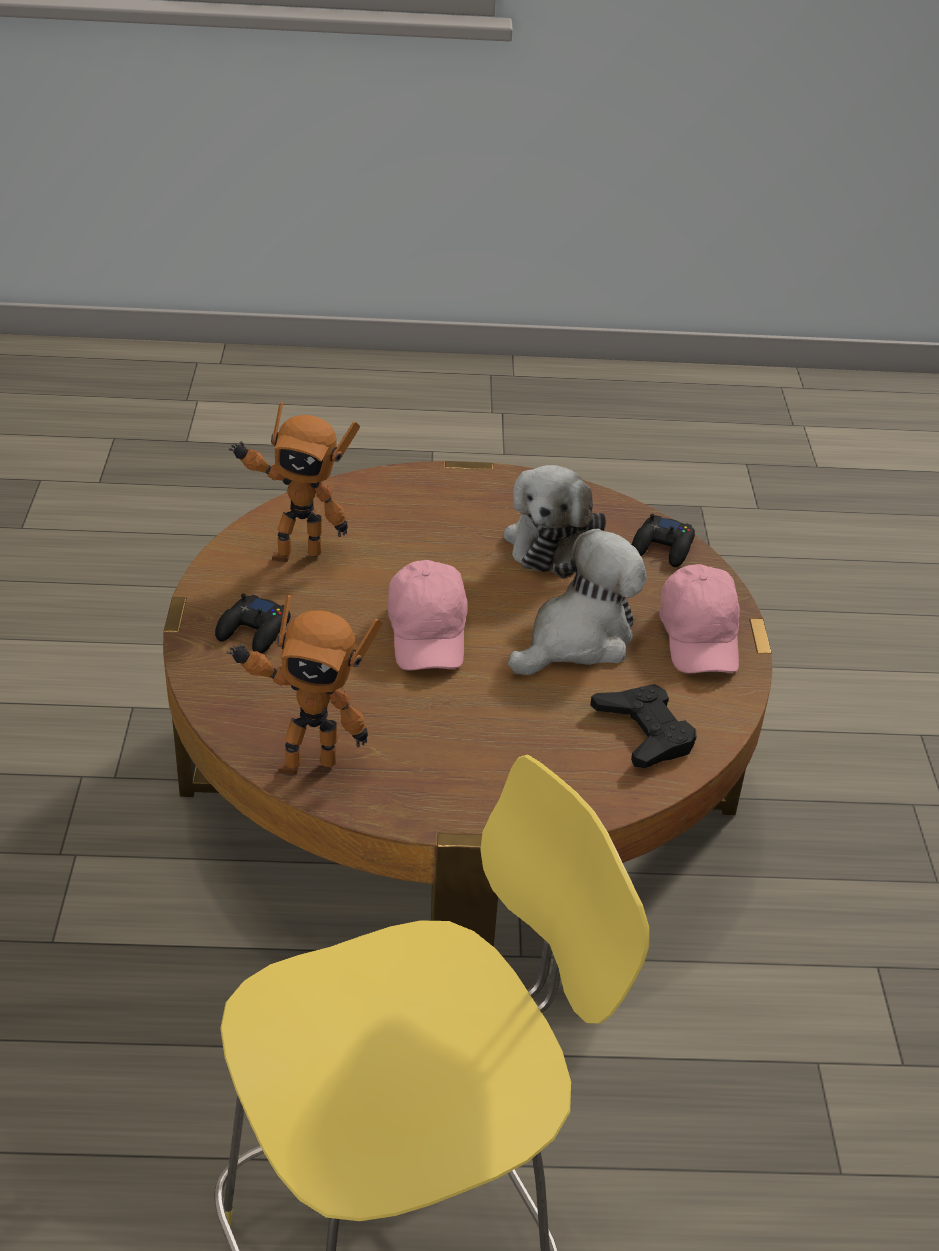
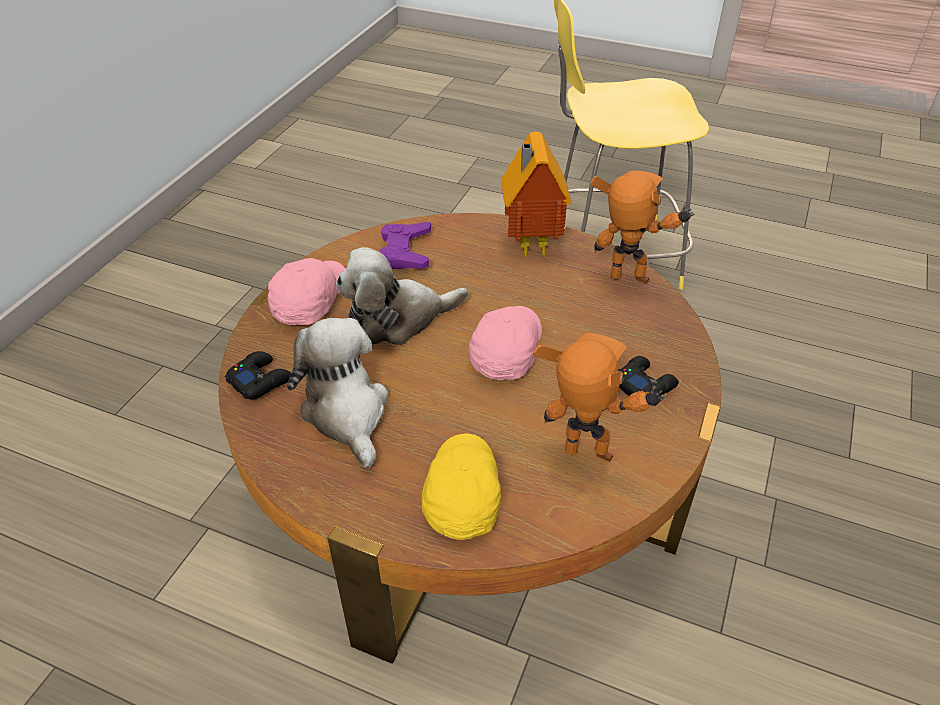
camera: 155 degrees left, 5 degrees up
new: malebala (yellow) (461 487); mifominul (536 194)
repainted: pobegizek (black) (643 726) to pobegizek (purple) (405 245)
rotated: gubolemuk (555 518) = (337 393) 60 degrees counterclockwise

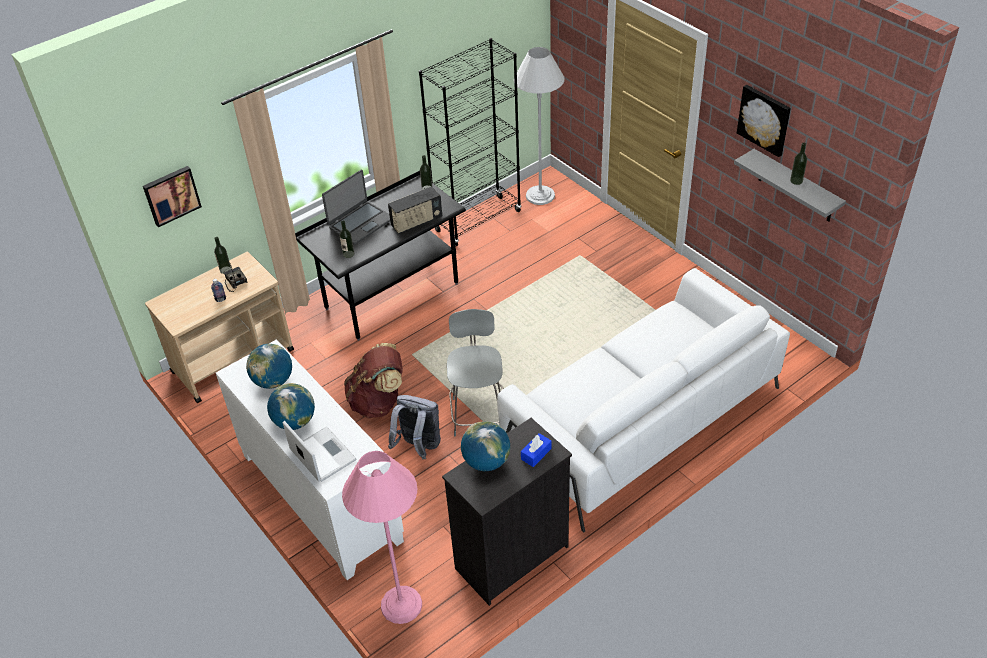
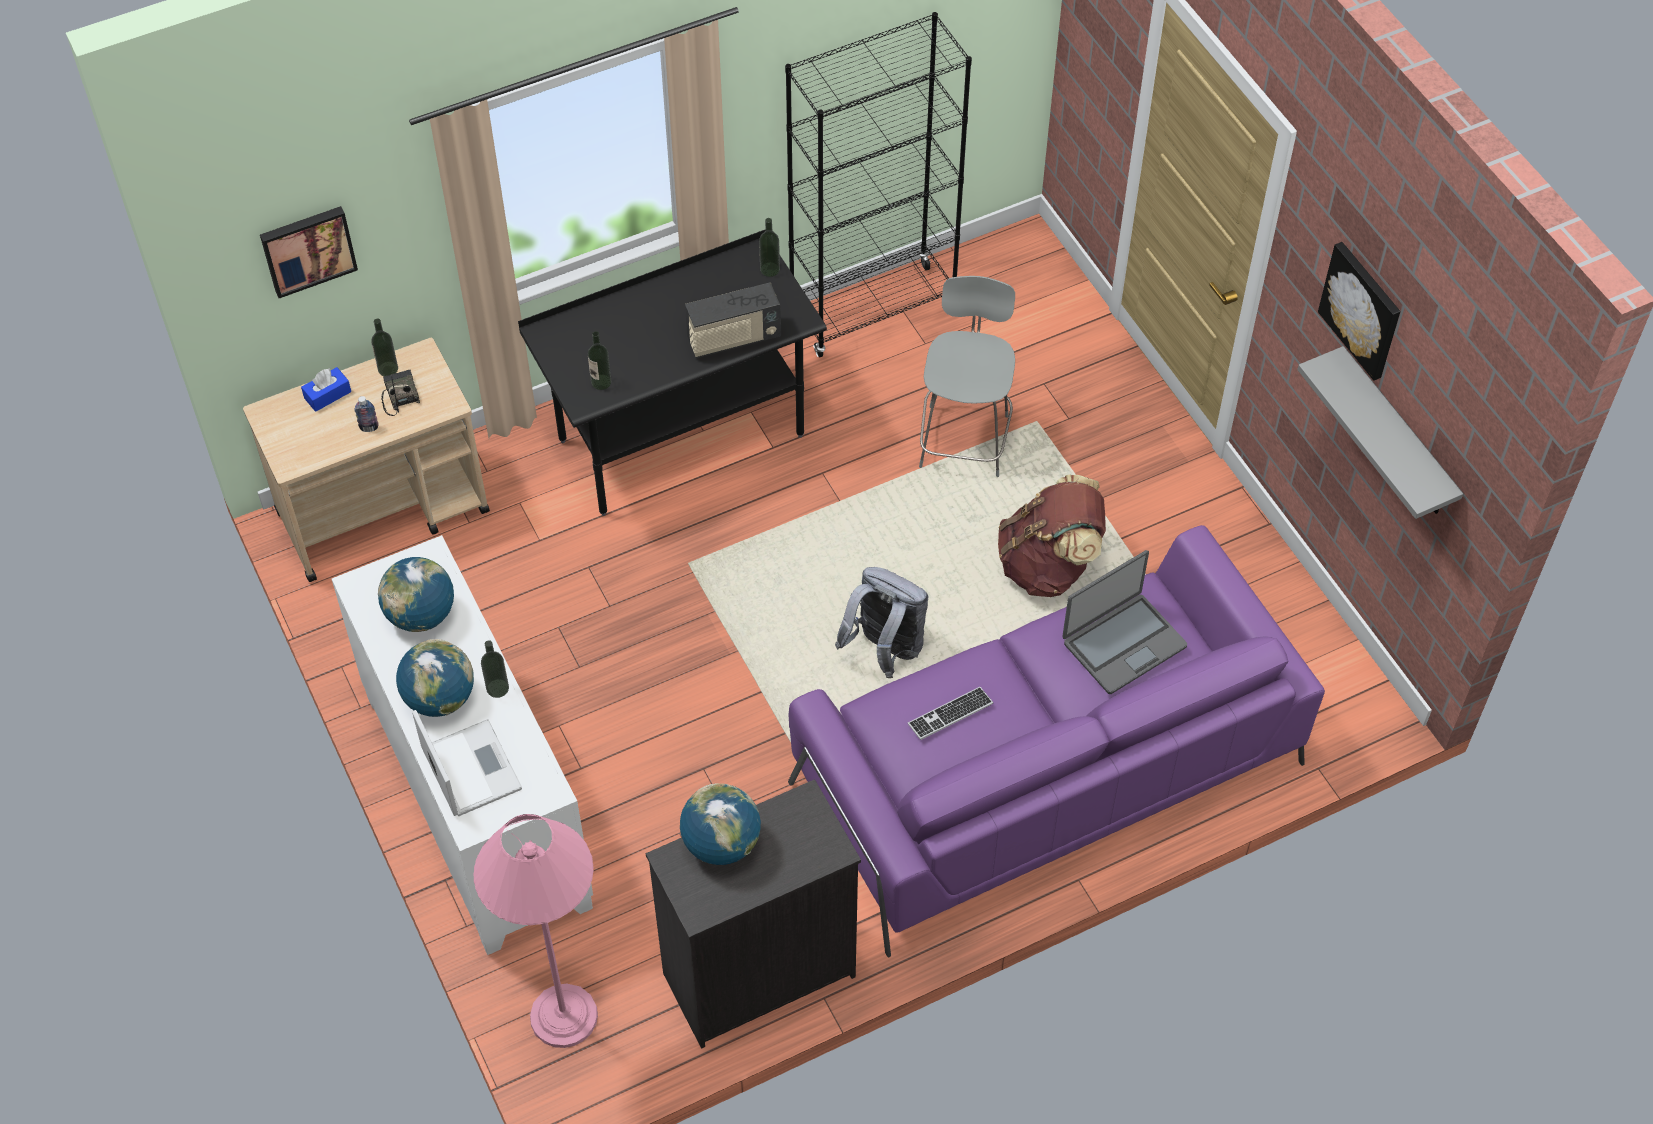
camera: 10 degrees right, 10 degrees up
gone: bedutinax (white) (541 126)
new: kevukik (950 713)
shifted: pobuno (356 207) to (1124 622); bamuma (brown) (373 380) to (1052 535); bamuma (grey) (414 427) to (881 622); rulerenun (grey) (475 372) to (967 376); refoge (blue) (536 450) to (326 389); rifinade (798 163) to (495 669)
repainted: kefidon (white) (643 400) to kefidon (purple) (1056 741)

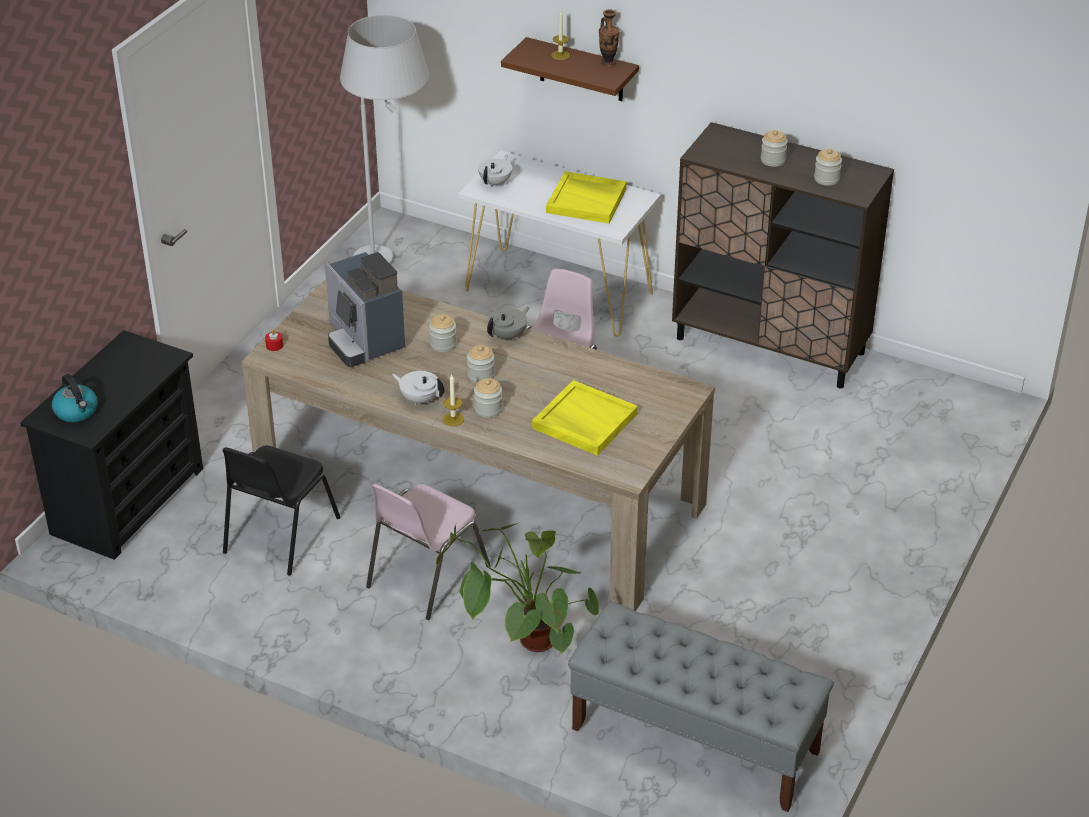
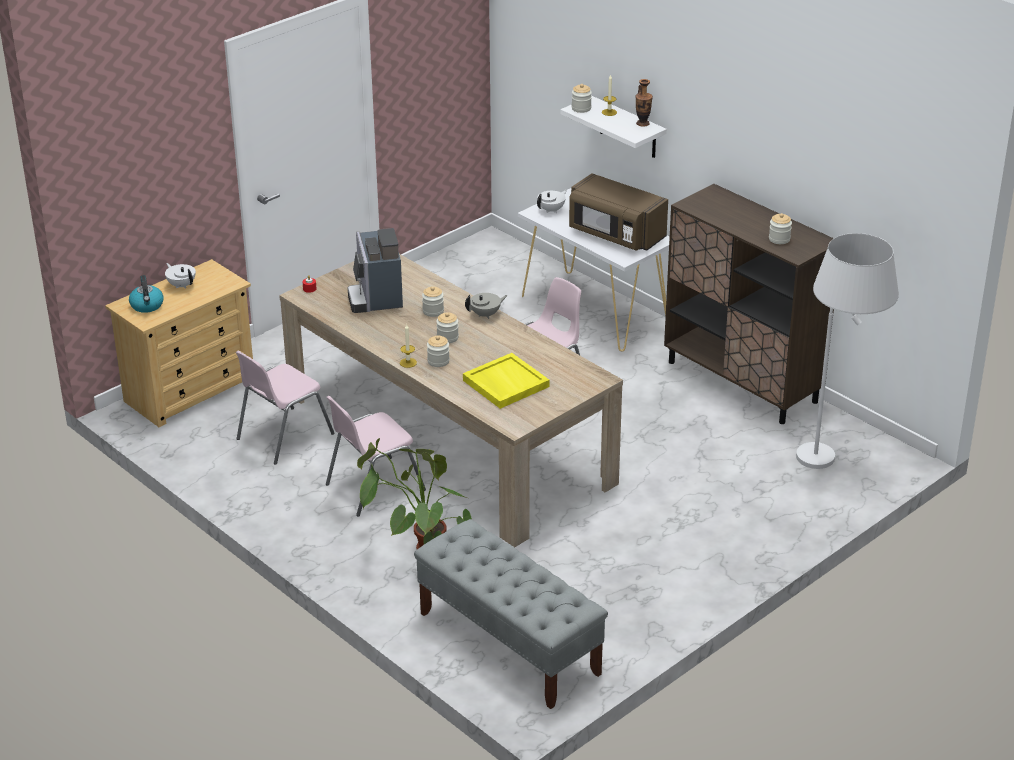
camera: 20 degrees right, 5 degrees down
shifted: bedutinax (white) (384 140) to (847 351); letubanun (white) (418 388) to (180 276); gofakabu (774 148) to (582 98)
swapped: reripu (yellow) (586 197) to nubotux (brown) (618 212)
repainted: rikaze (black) (111 445) to rikaze (beige) (179 343); rulerenun (black) (281 511) to rulerenun (pink) (285 408); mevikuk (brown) (570 69) to mevikuk (white) (613 127)

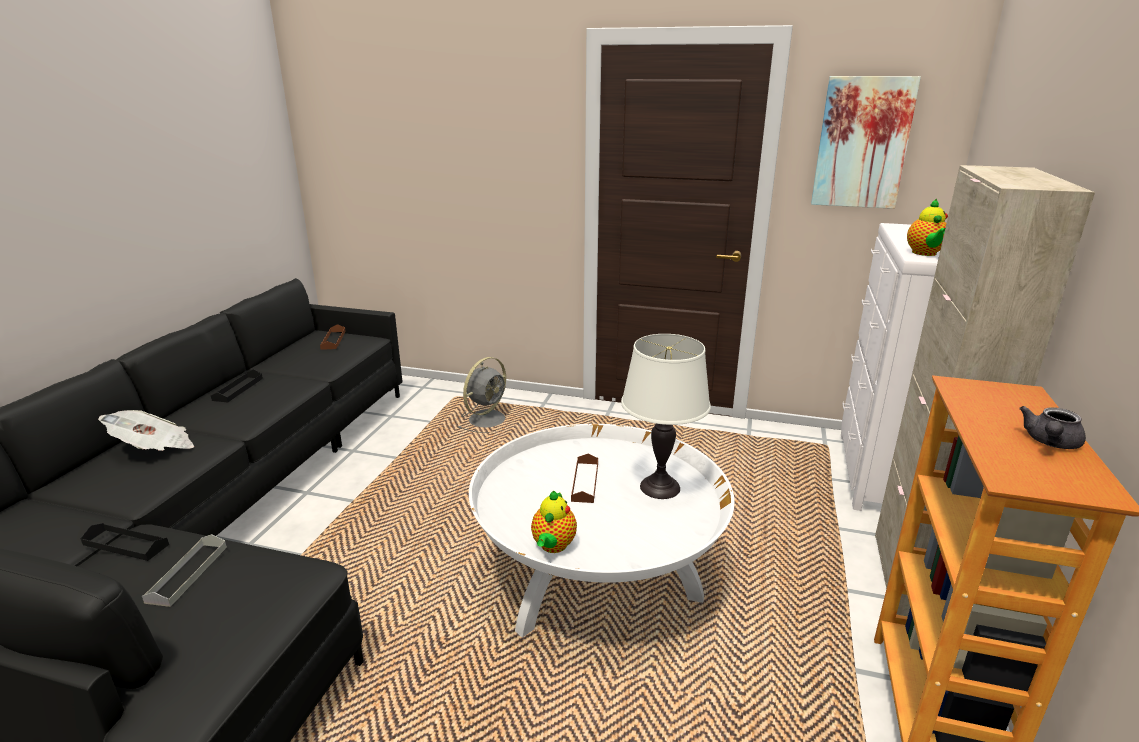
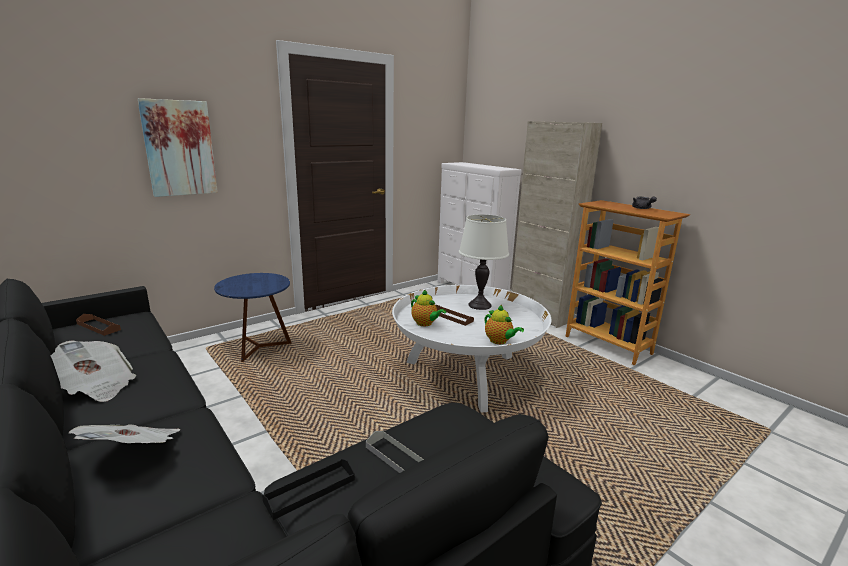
camera: 55 degrees left, 5 degrees down
shifted: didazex (866 142) to (178 147); letubanun (927 227) to (428 307)
swapped: reripu (black) (237 386) to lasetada (93 371); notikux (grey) (482 395) to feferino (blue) (253 317)

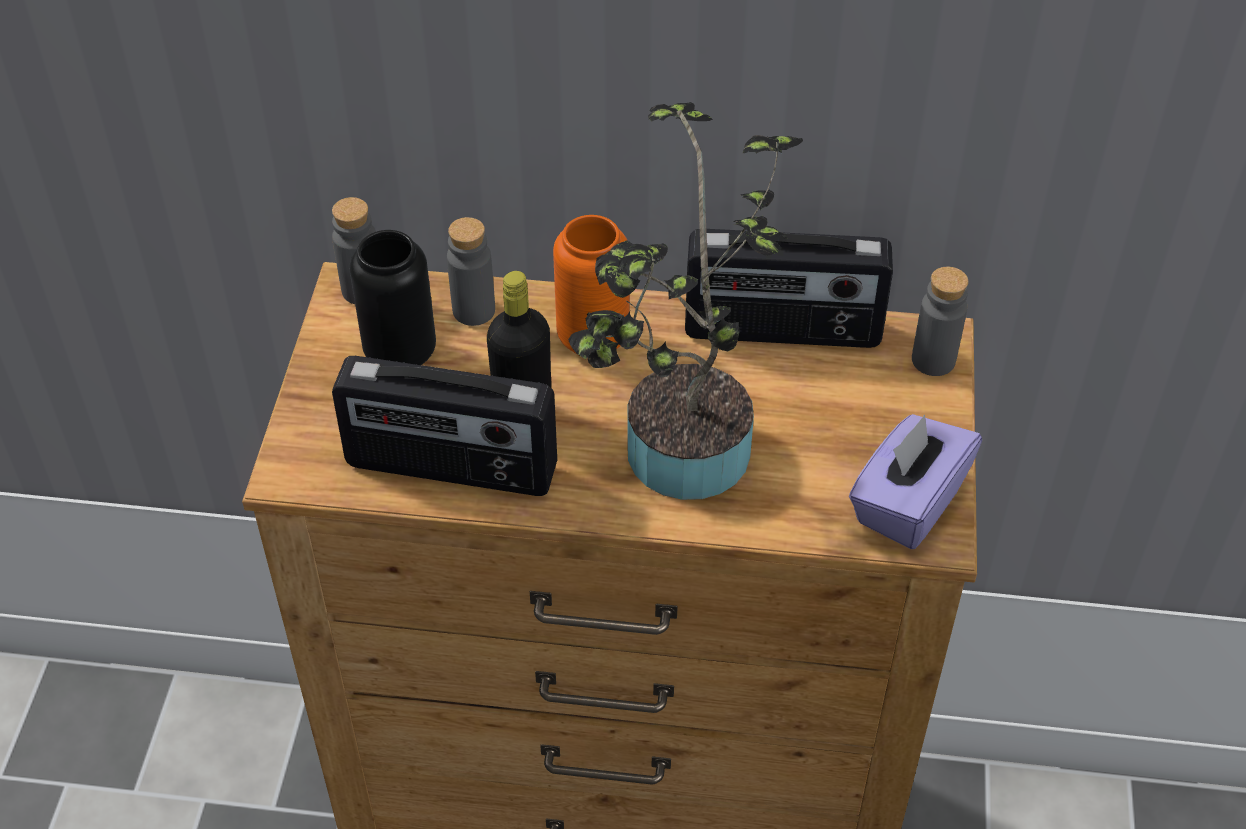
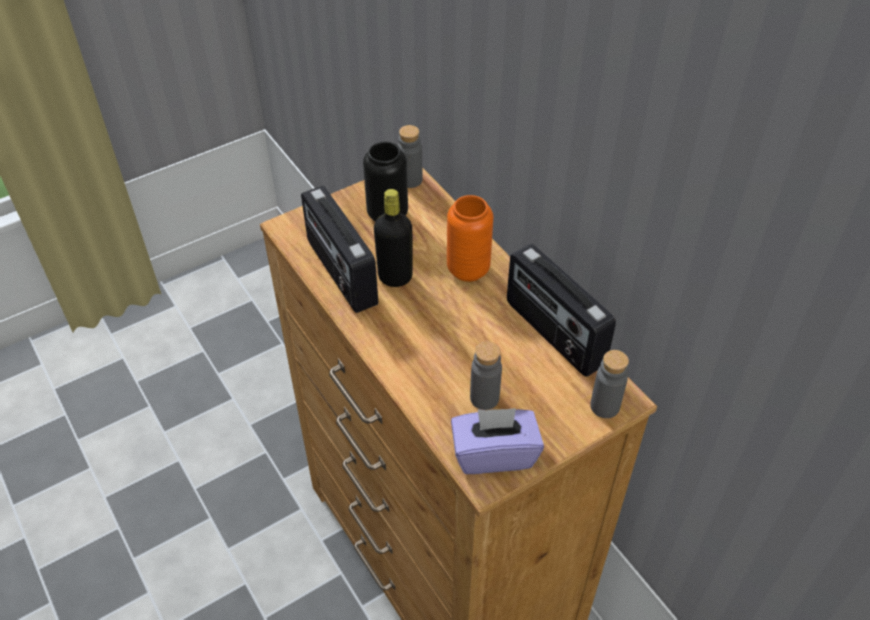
camera: 50 degrees right, 0 degrees up
gone: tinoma (685 301)
shifted: rifinade (grey) (471 271) to (486 376)

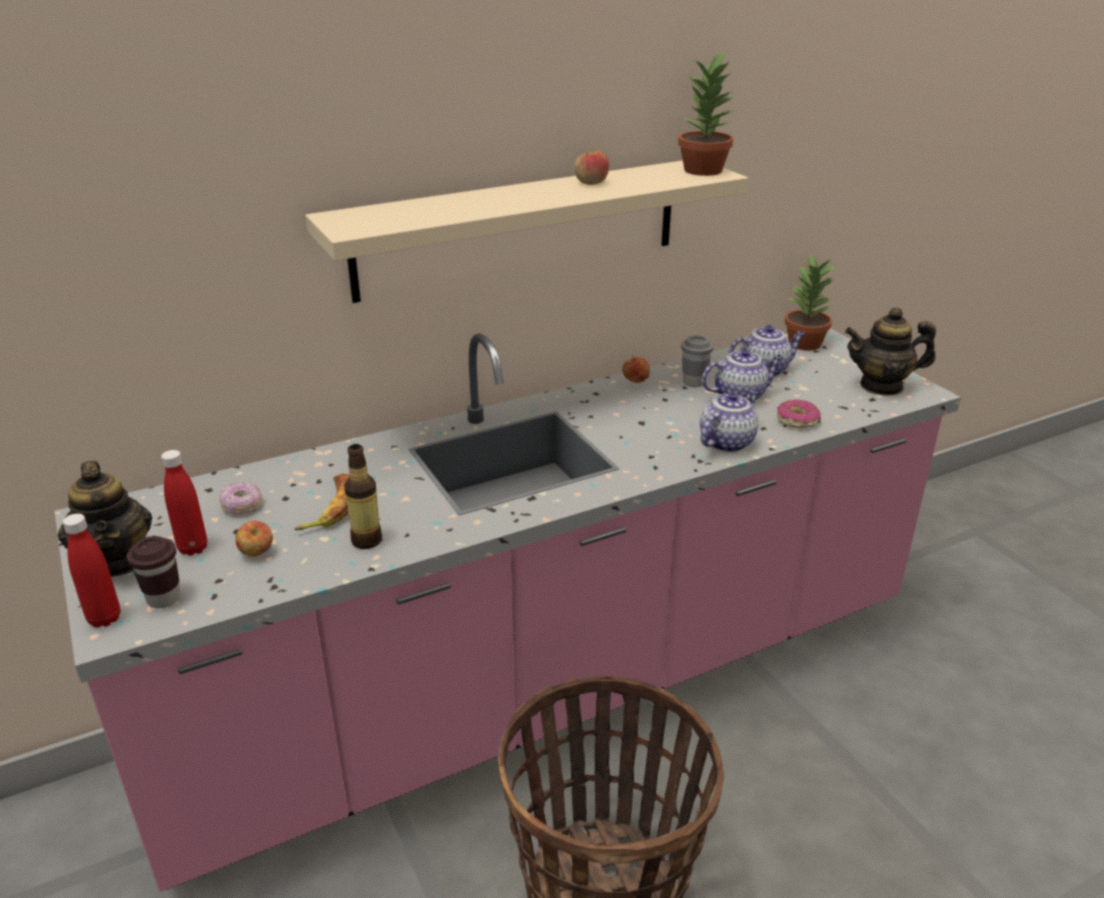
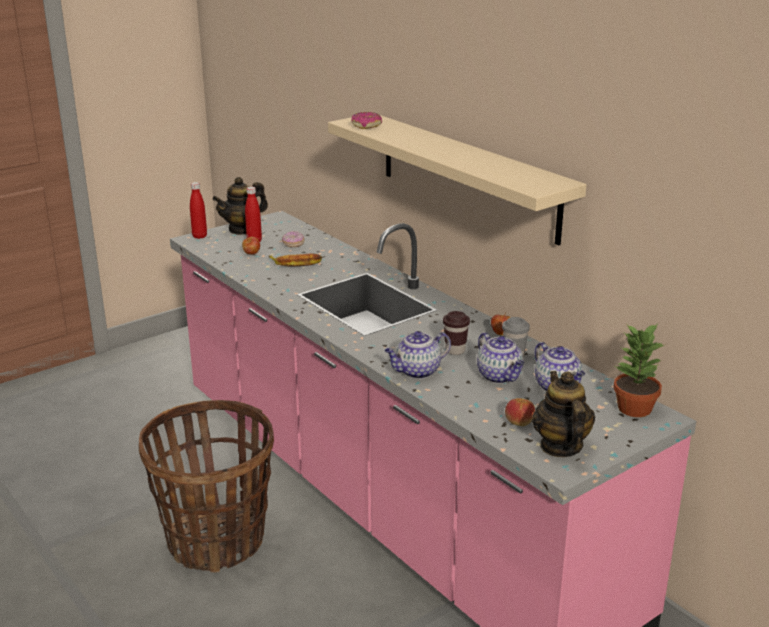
camera: 80 degrees right, 5 degrees down
gone: rifinade (363 496); tinoma (707 113)
shifted: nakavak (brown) (153 572) to (456 333); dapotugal (591 168) to (520 412); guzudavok (799 414) to (366 120)
rotated: letubanun (729 421) = (418 355) 120 degrees clockwise

